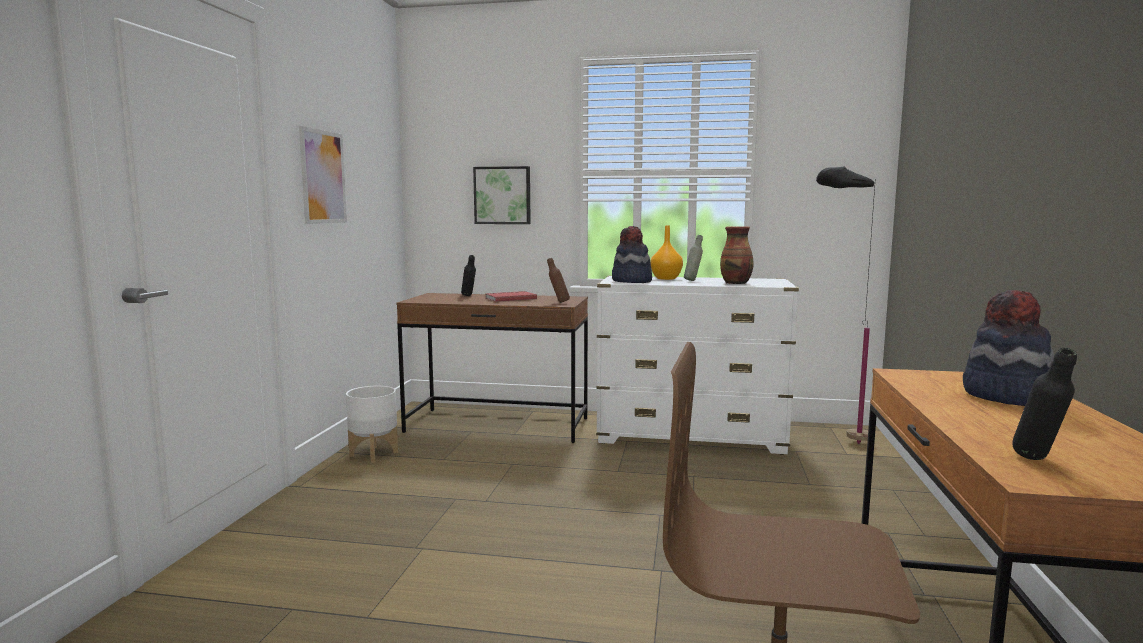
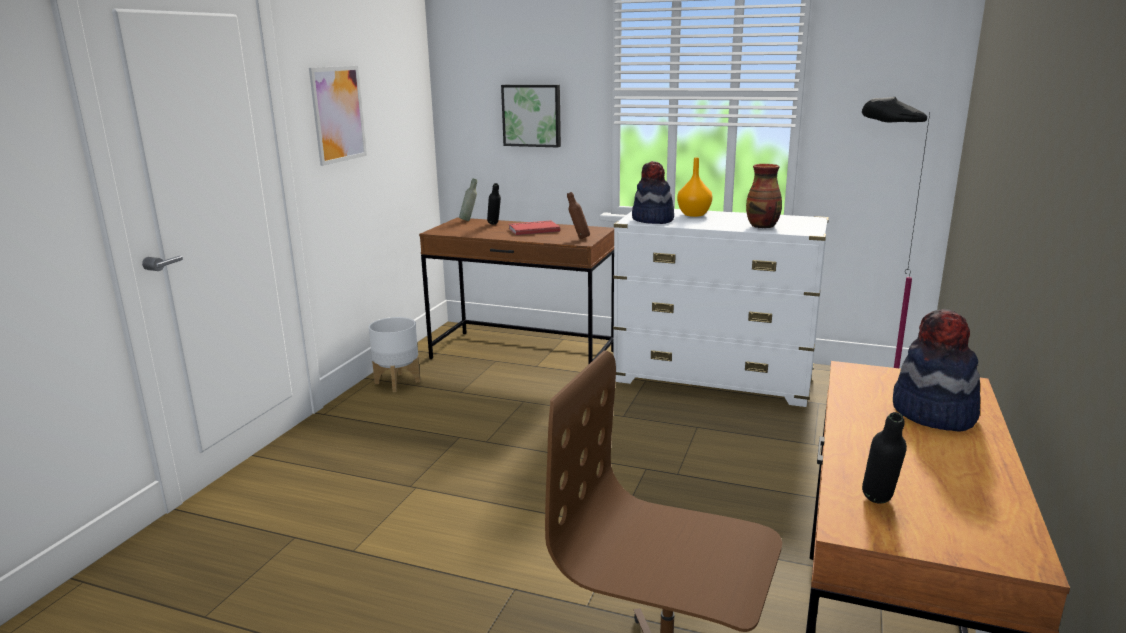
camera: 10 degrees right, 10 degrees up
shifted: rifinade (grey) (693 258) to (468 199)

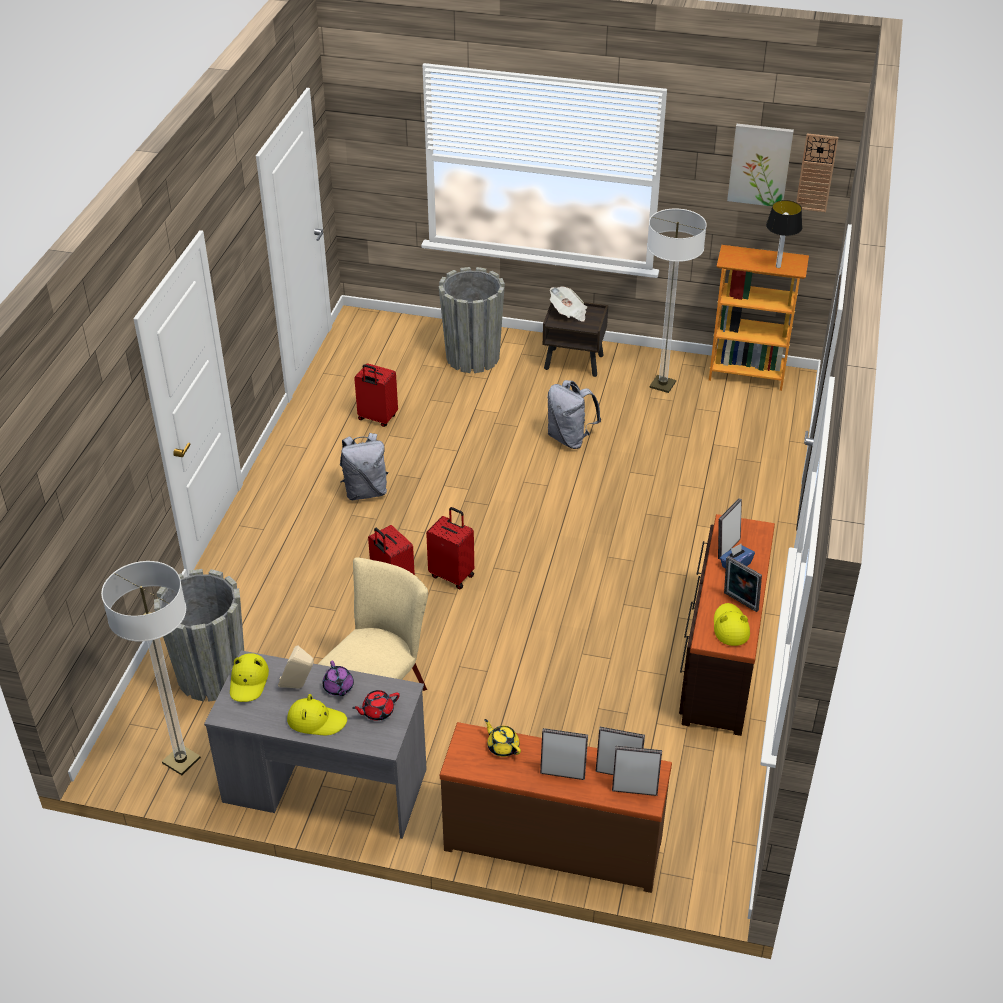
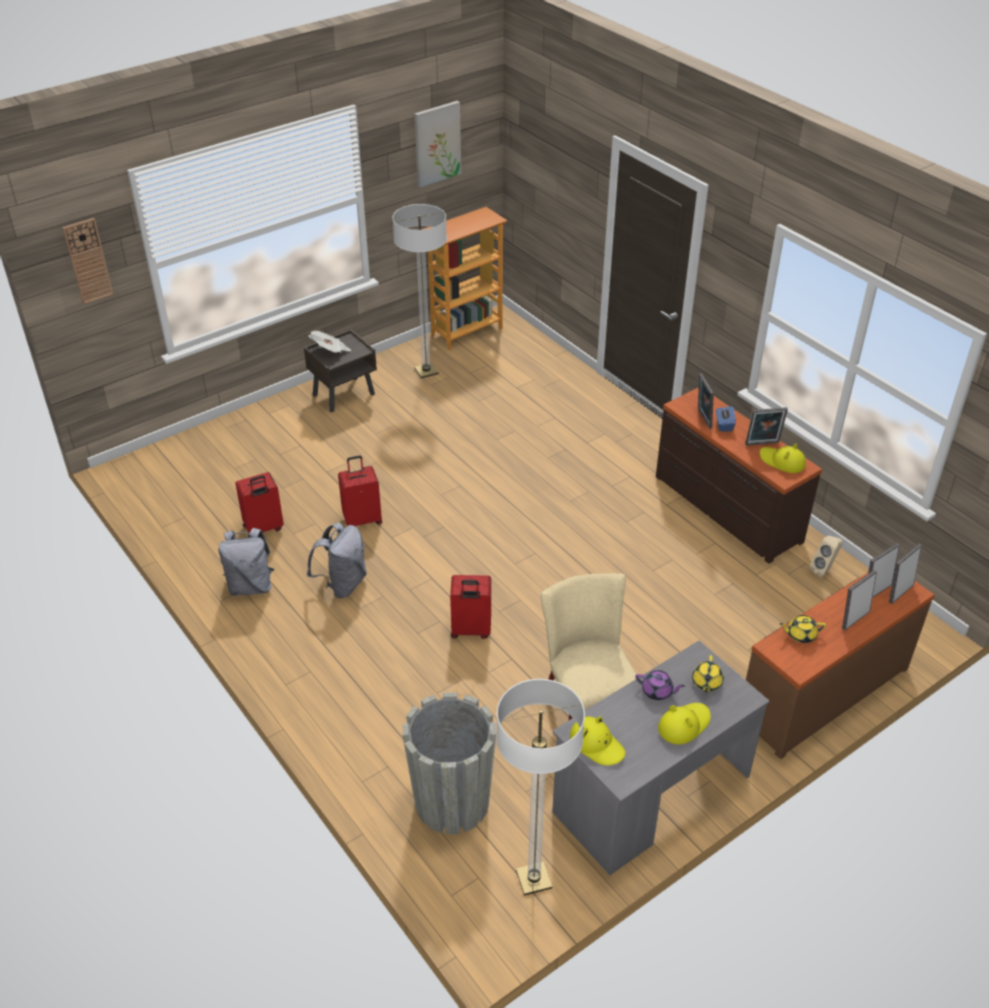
camera: 50 degrees left, 0 degrees up
gone: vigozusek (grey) (472 320); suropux (784 234)
shifted: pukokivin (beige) (296 667) to (826 556); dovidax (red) (450 548) to (360 491); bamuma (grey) (574 414) to (246 562); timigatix (817 172) to (87 261)
repainted: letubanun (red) (376 705) to letubanun (yellow) (708 673)

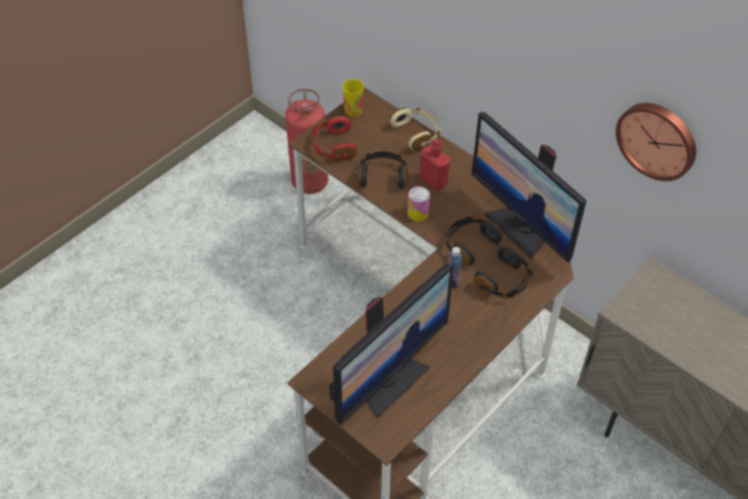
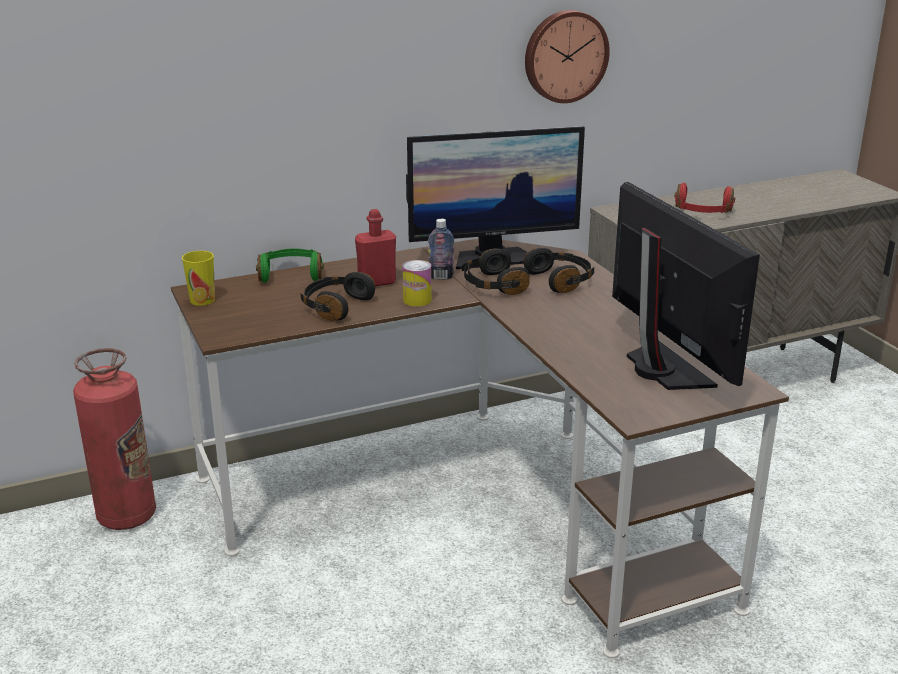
camera: 65 degrees left, 25 degrees down
shifted: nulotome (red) (334 138) to (704 198); rifinade (455 267) to (441 249)
repainted: nulotome (beige) (416 129) to nulotome (green) (290 266)

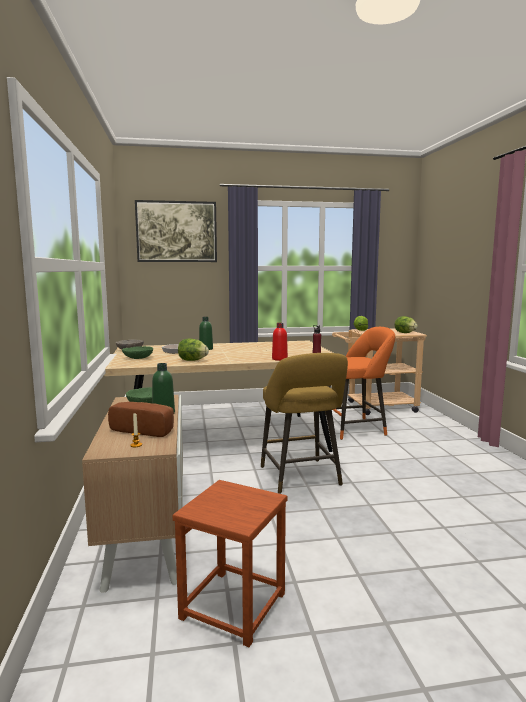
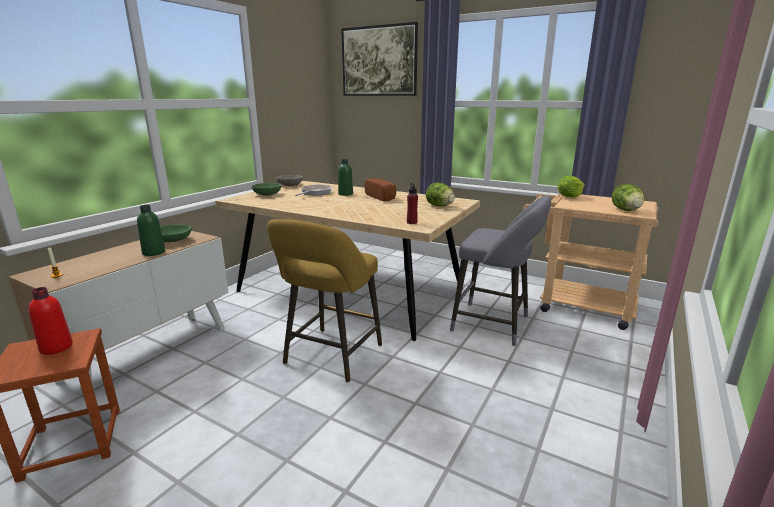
camera: 40 degrees right, 10 degrees up
shifted: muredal (141 419) to (380 189); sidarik (193 349) to (440 195); rifinade (red) (280 342) to (50 321)
repainted: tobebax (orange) (360 383) to tobebax (grey) (500 270)

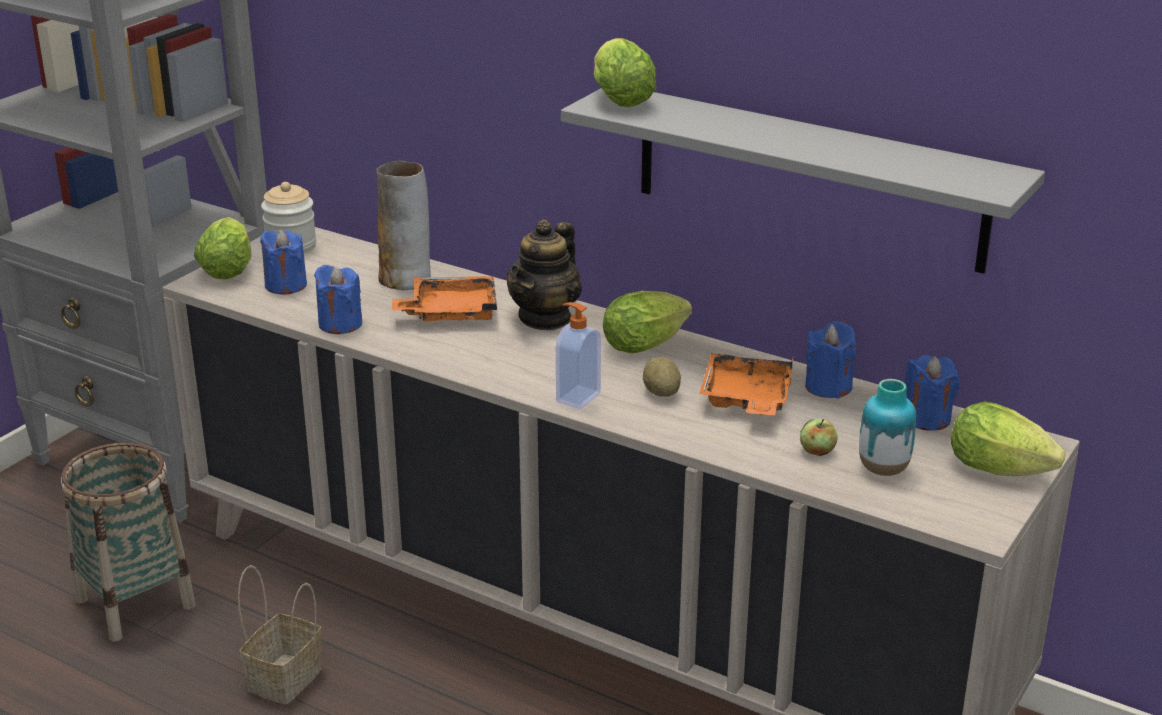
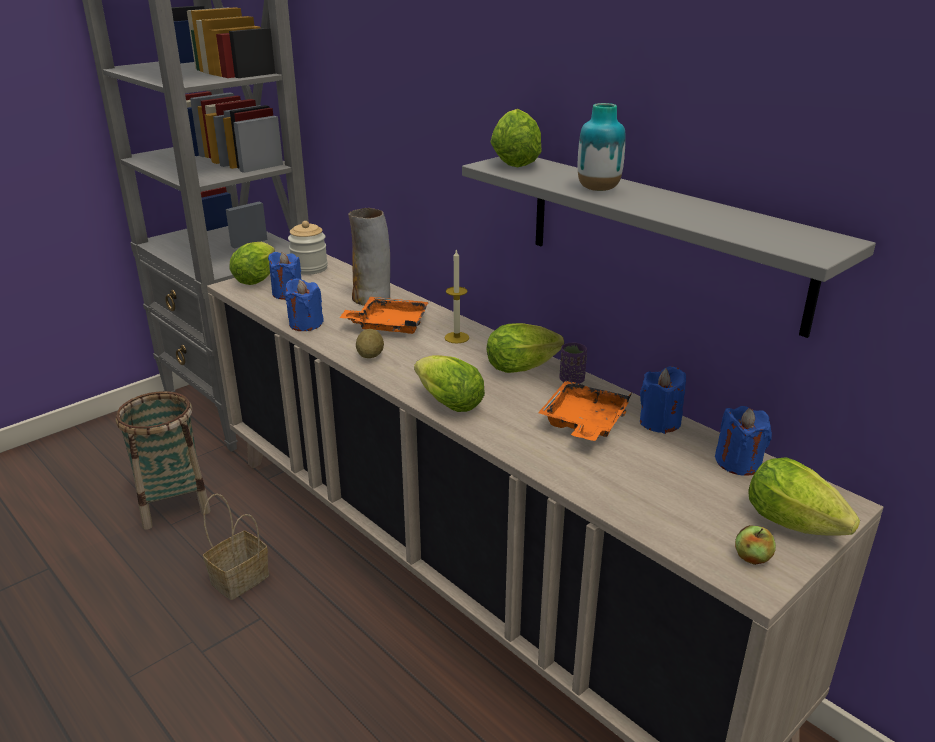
camera: 15 degrees right, 0 degrees up
new: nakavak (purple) (573 363)
shifted: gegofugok (662 377) to (370 343); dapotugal (819 437) to (755 545); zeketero (887 427) to (602 147)
swapped: letubanun (544 274) to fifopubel (456 296); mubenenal (578 355) to sidarik (449 383)

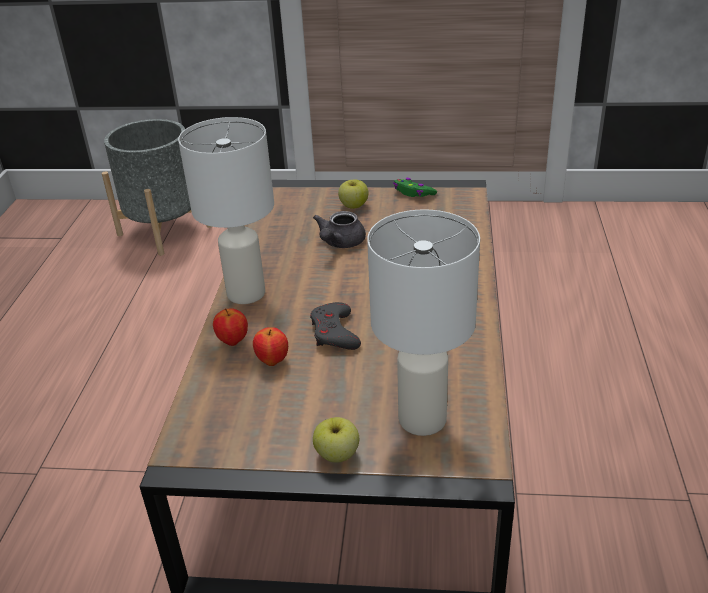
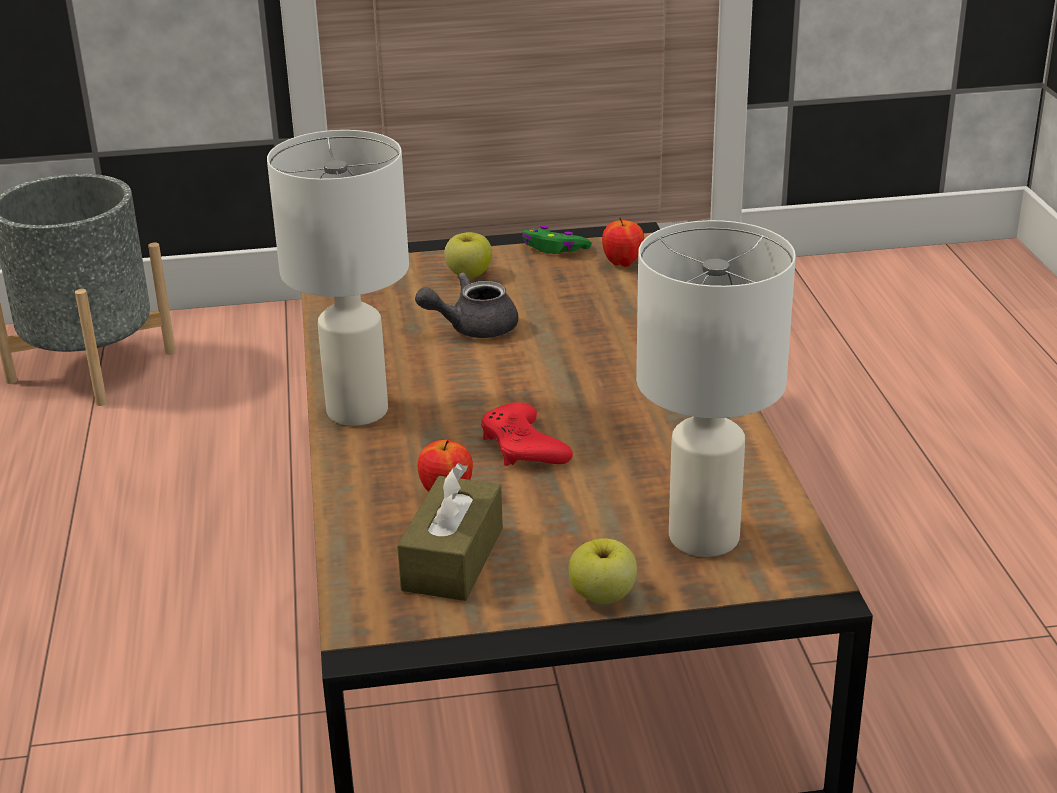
camera: 15 degrees left, 5 degrees down
new: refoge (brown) (450 532)
shifted: dapotugal (230 327) to (623 242)
repainted: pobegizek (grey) (335 326) to pobegizek (red) (527 434)
rotated: letubanun (grey) (339 229) = (466 305) 60 degrees clockwise

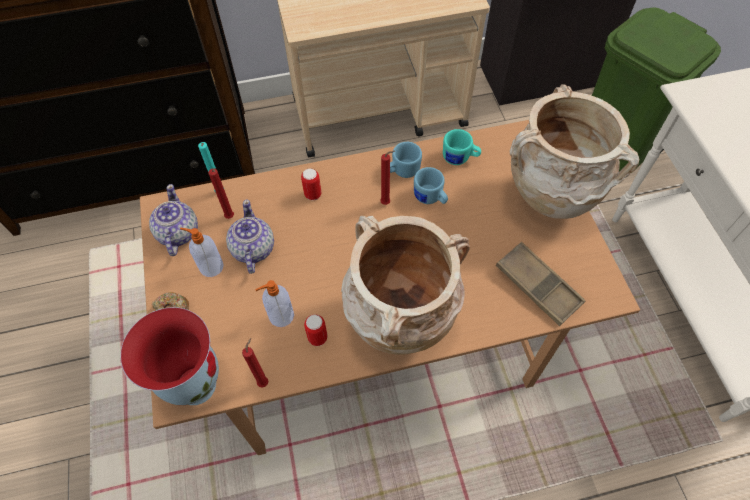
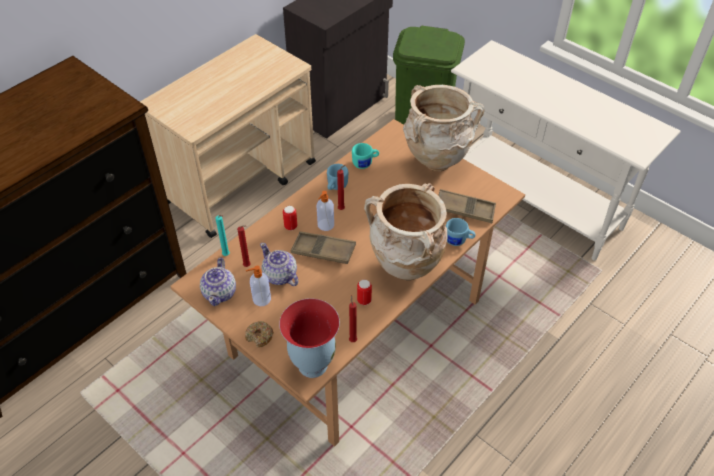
camera: 35 degrees left, 10 degrees down
new: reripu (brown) (323 247)
shifted: mubenenal (274 303) to (325 211); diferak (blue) (431 185) to (460 232)
rotated: letubanun (173 220) = (218 282) 135 degrees counterclockwise

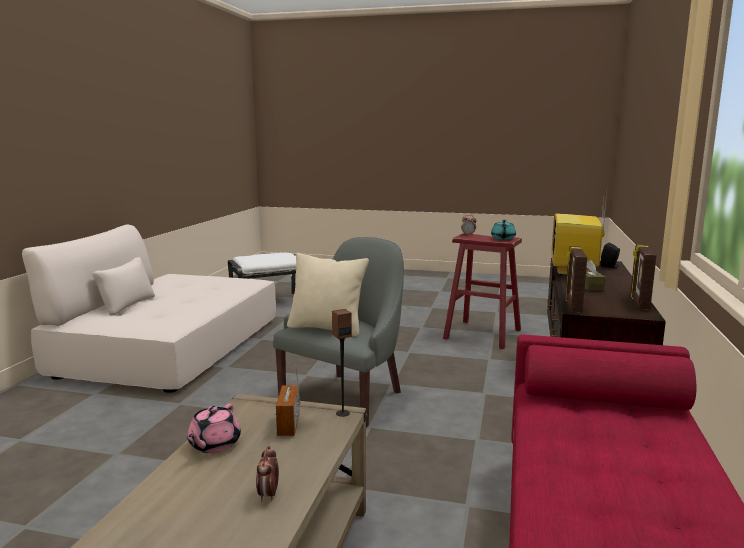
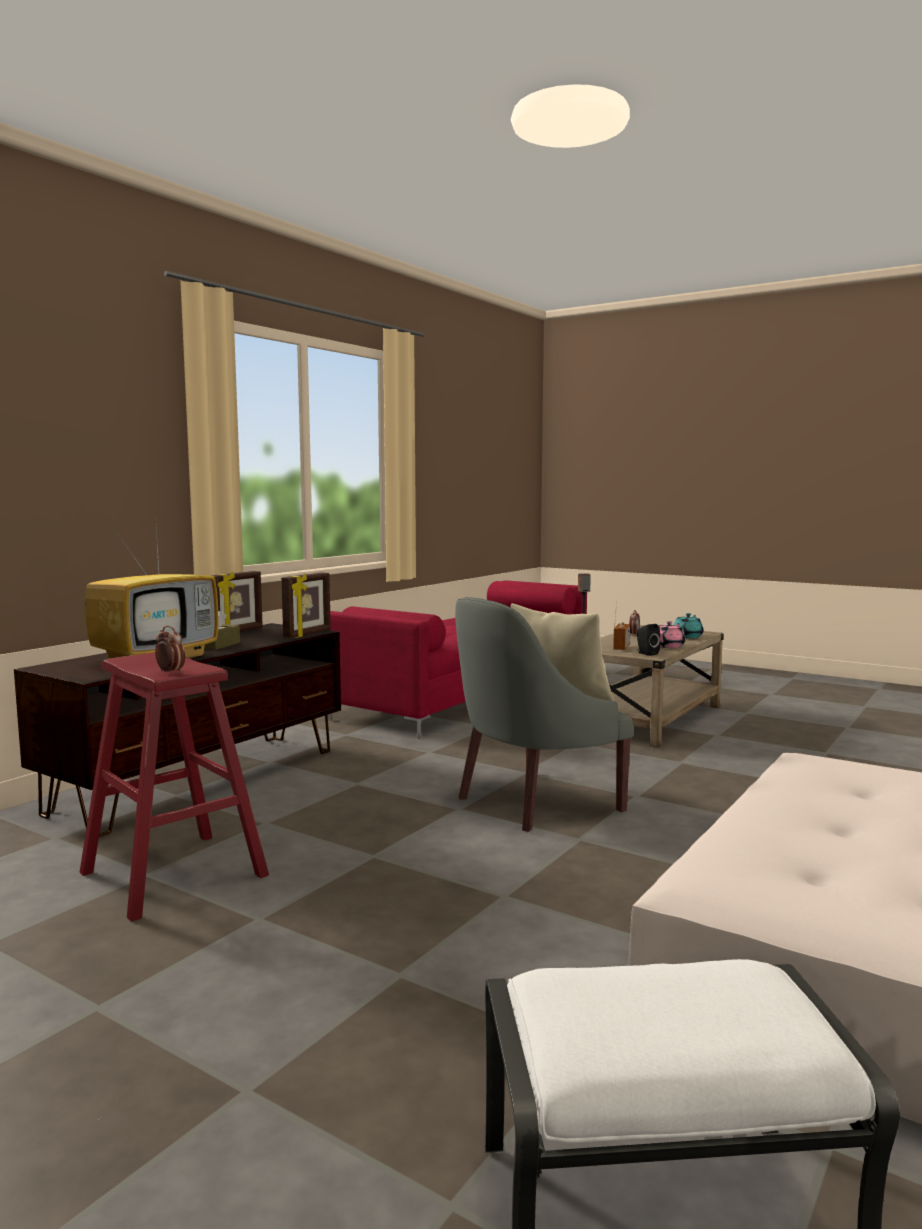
camera: 160 degrees left, 5 degrees down
shifted: letubanun (turquoise) (503 230) to (688 625); pukokivin (black) (610 256) to (648 640)

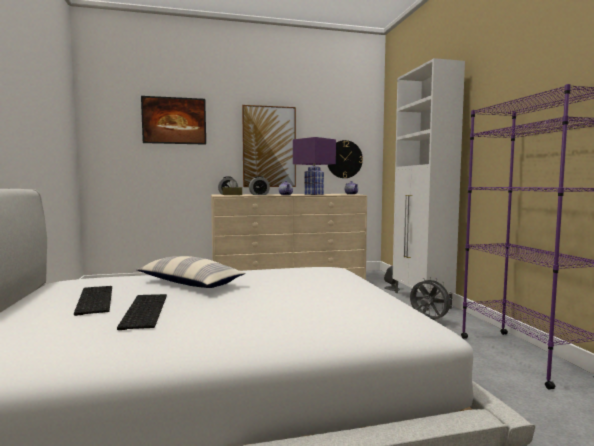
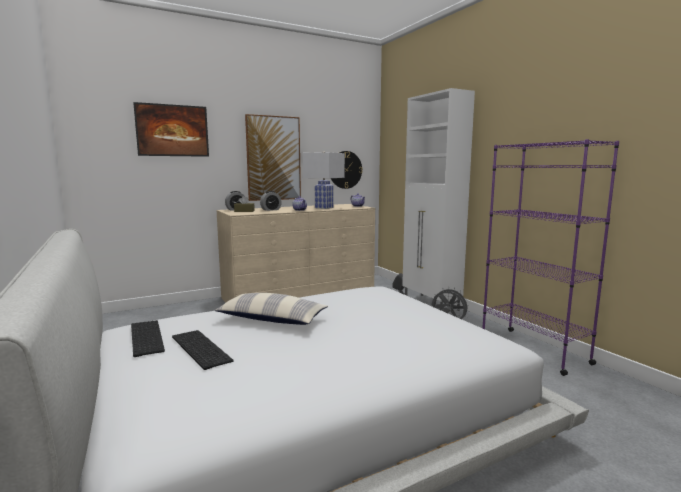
camera: 15 degrees left, 5 degrees up
shifted: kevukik (142 312) to (148 338)
repainted: suropux (purple) (314 166) to suropux (white) (323 180)

